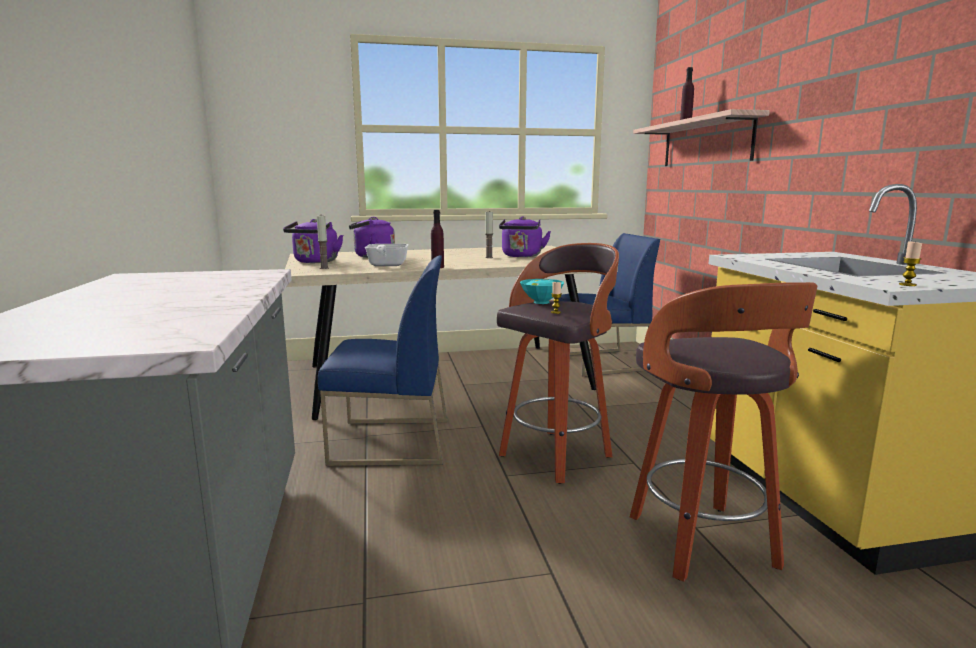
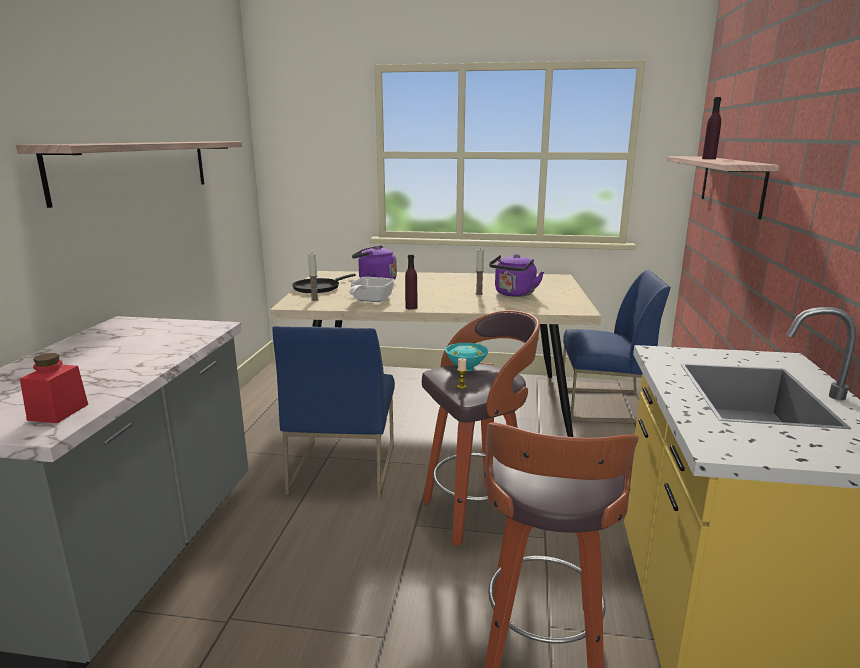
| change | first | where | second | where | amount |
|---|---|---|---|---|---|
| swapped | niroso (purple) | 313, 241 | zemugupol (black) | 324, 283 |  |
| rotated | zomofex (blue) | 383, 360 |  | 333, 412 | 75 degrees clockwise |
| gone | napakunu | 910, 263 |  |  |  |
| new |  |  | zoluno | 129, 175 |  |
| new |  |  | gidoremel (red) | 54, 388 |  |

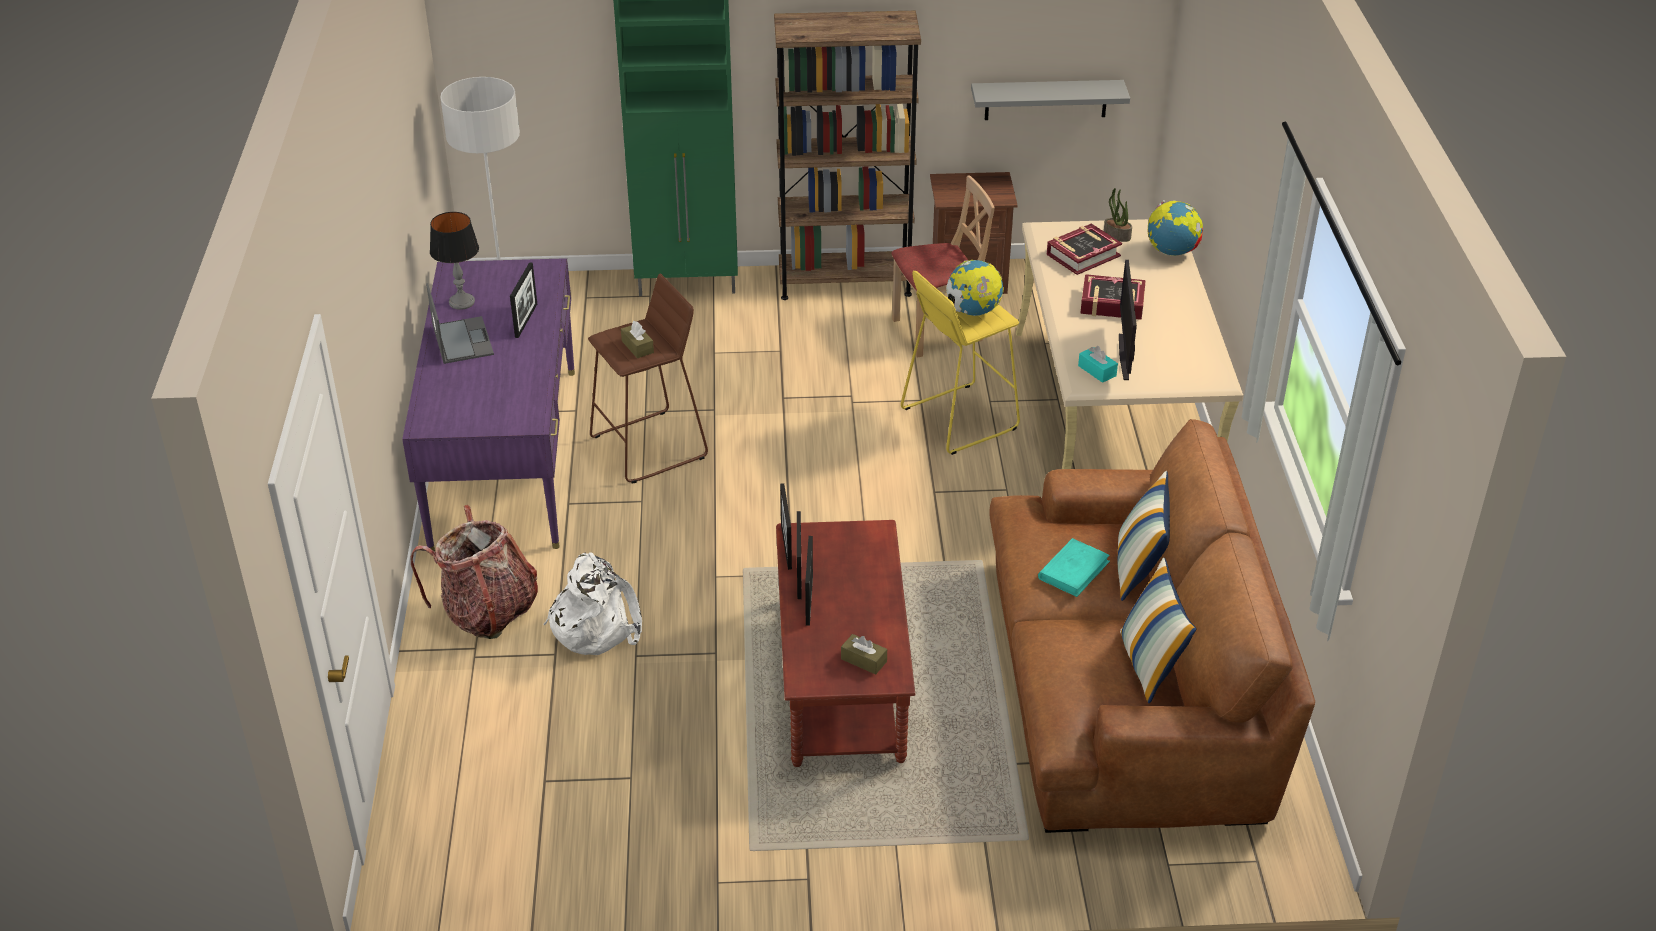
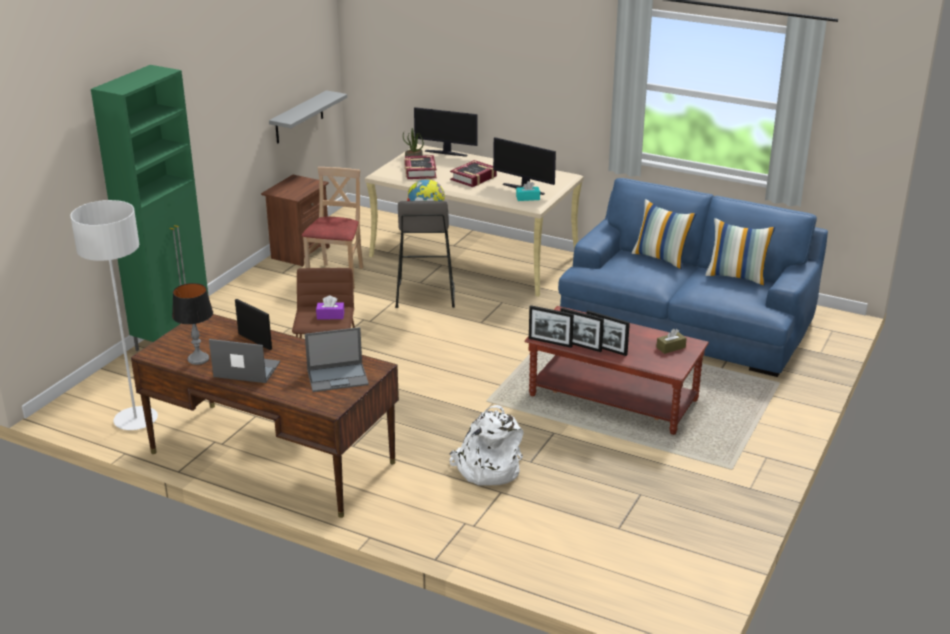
| change | first | where | second | where | amount |
|---|---|---|---|---|---|
| repainted | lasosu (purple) | 488, 404 | lasosu (brown) | 265, 416 |  |
| gone | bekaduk | 474, 572 |  |  |  |
| repainted | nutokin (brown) | 637, 339 | nutokin (purple) | 330, 307 |  |
| gone | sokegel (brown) | 847, 155 |  |  |  |
| repainted | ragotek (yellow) | 960, 362 | ragotek (grey) | 425, 254 |  |
| repainted | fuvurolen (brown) | 1152, 626 | fuvurolen (blue) | 693, 277 |  |
| gone | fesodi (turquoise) | 1074, 567 |  |  |  |
| swapped | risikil | 1175, 228 | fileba | 446, 132 |  |
| new |  |  | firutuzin | 337, 359 |  |

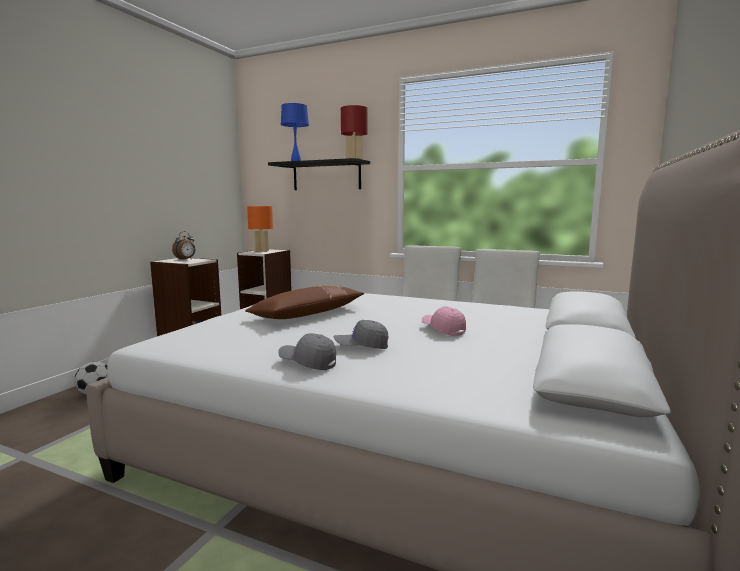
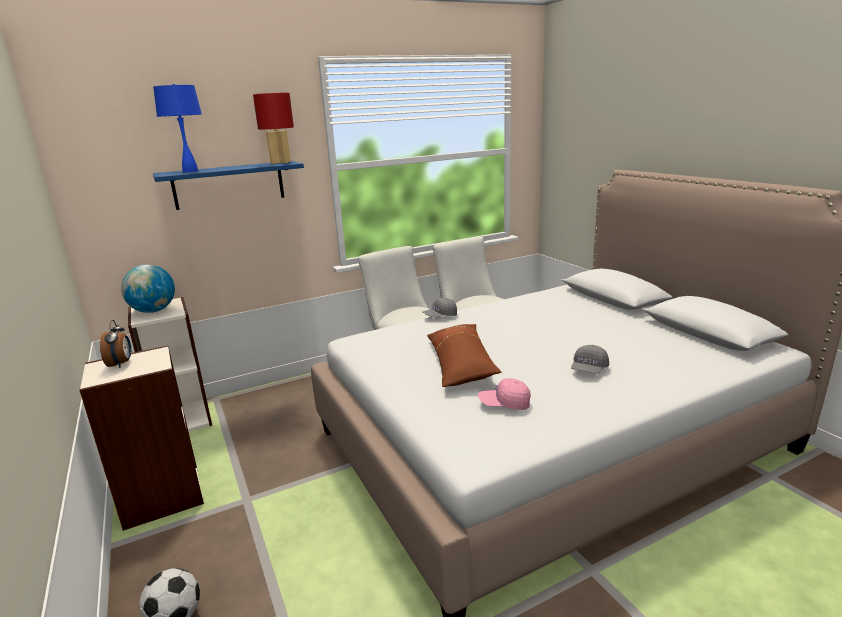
| change | first | where | second | where | amount |
|---|---|---|---|---|---|
| swapped | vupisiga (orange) | 260, 229 | risikil | 148, 289 |  |
| repainted | zoluno (black) | 319, 174 | zoluno (blue) | 228, 185 |  |
| shifted | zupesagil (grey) | 307, 351 |  | 439, 308 |  |
| shifted | zupesagil (pink) | 444, 321 |  | 504, 394 |  |

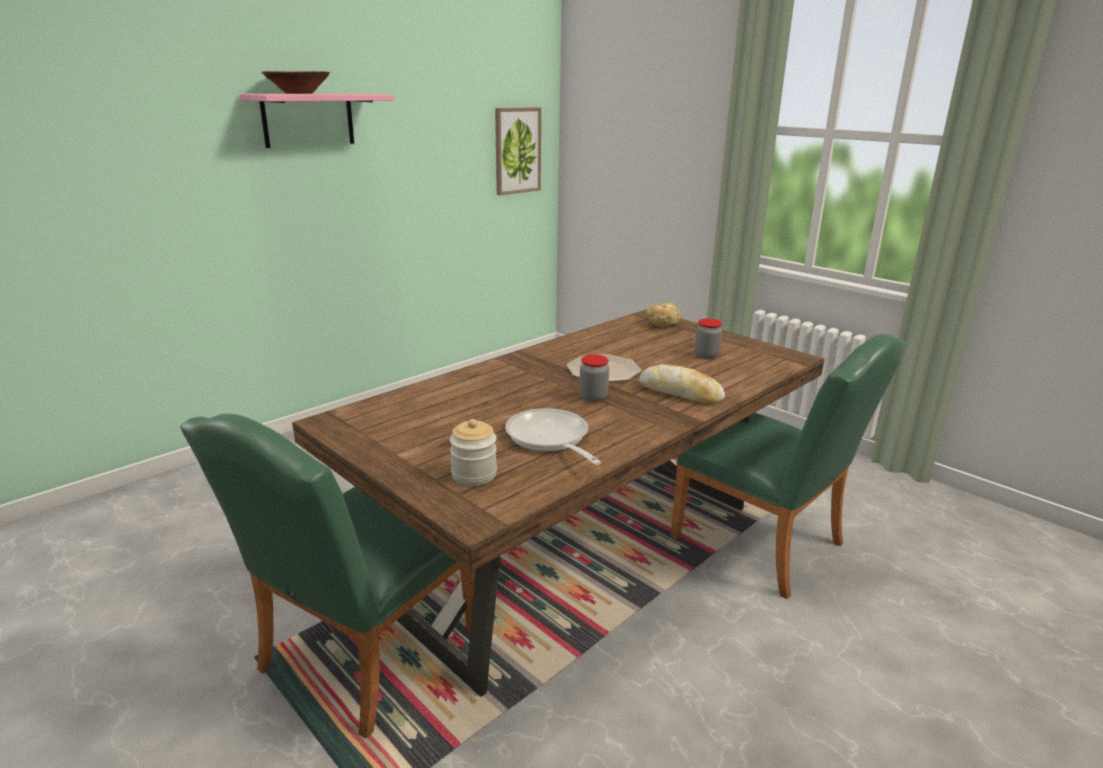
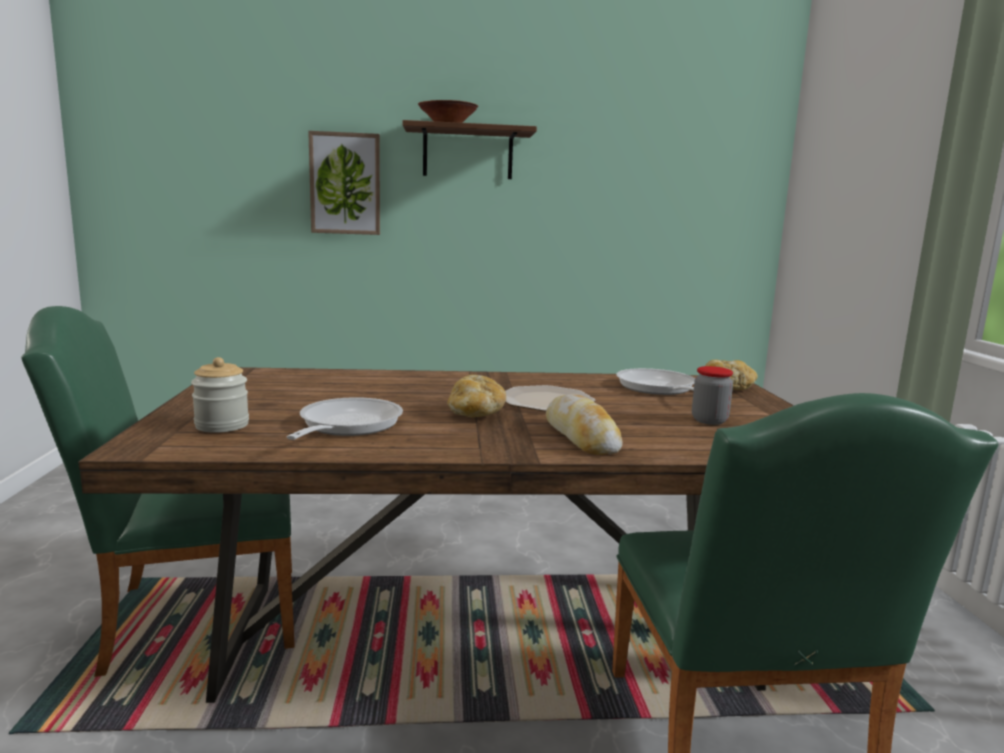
| change | first | where | second | where | amount |
|---|---|---|---|---|---|
| repainted | zoluno (pink) | 317, 121 | zoluno (brown) | 470, 149 |  |
| shifted | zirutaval | 518, 151 |  | 344, 183 |  |
| swapped | gidoremel | 594, 378 | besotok | 476, 396 |  |
| new |  |  | zemugupol | 655, 381 |  |

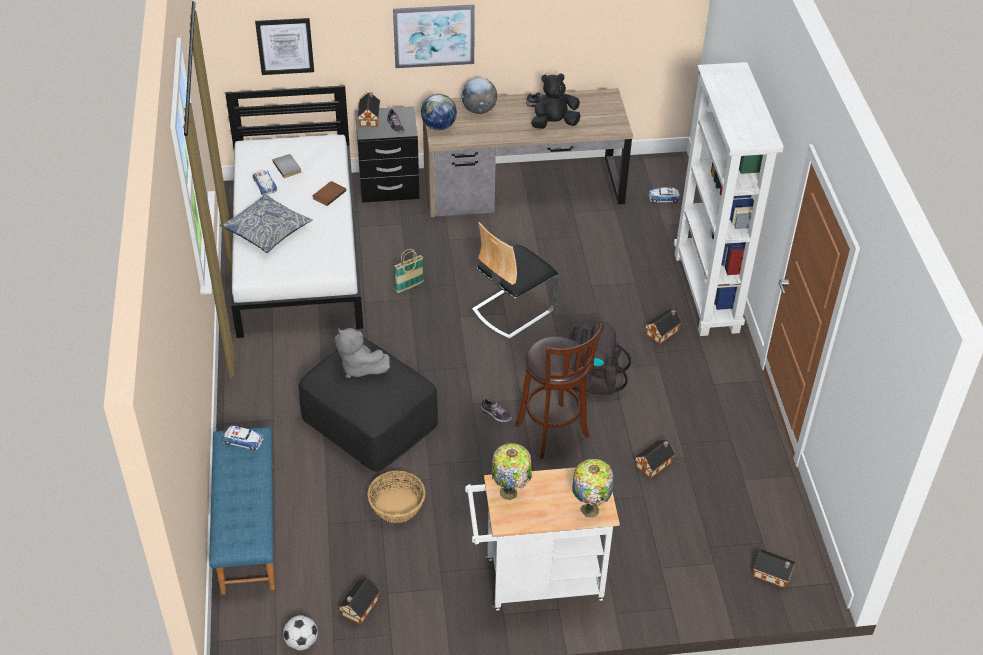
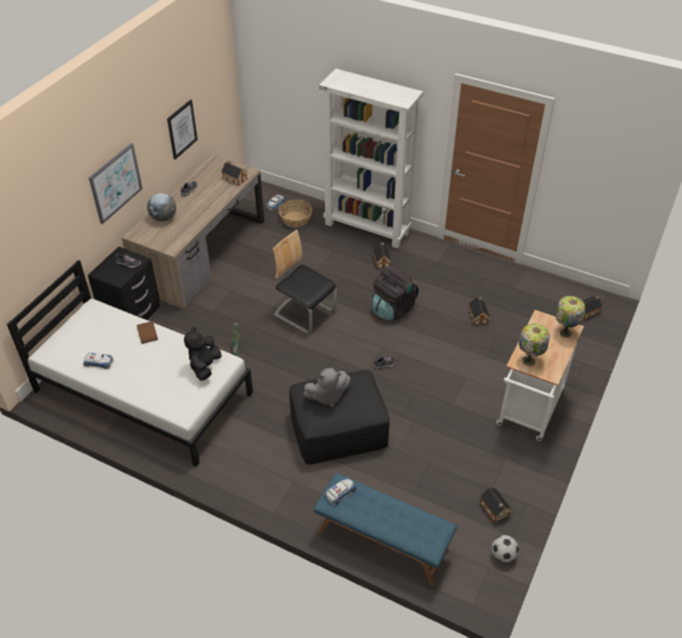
| change | first | where | second | where | amount |
|---|---|---|---|---|---|
| gone | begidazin | 266, 223 |  |  |  |
| shifted | zirutaval | 284, 46 |  | 182, 129 |  |
| gone | fesodi (grey) | 286, 166 |  |  |  |
| shifted | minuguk | 369, 109 |  | 234, 173 |  |
| shifted | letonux | 396, 497 |  | 295, 213 |  |
| gone | risikil | 439, 112 |  |  |  |
| rotated | zomofex | 515, 281 |  | 305, 282 | 135 degrees clockwise |
| gone | ragotek (brown) | 559, 391 |  |  |  |
| shifted | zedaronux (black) | 555, 101 |  | 203, 354 |  |

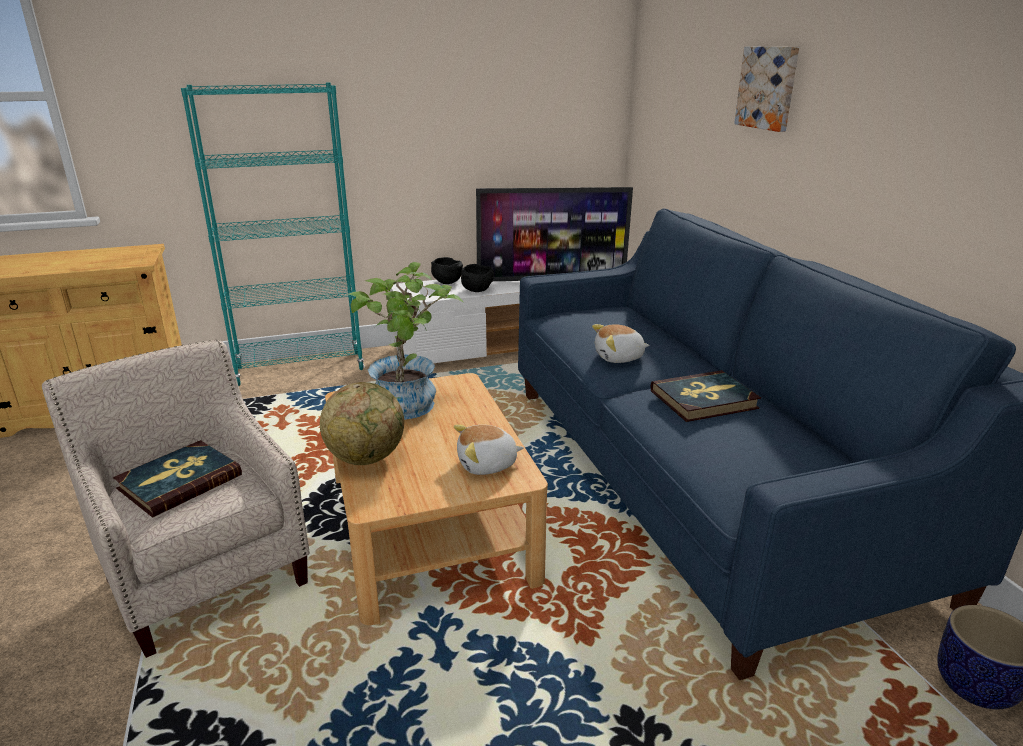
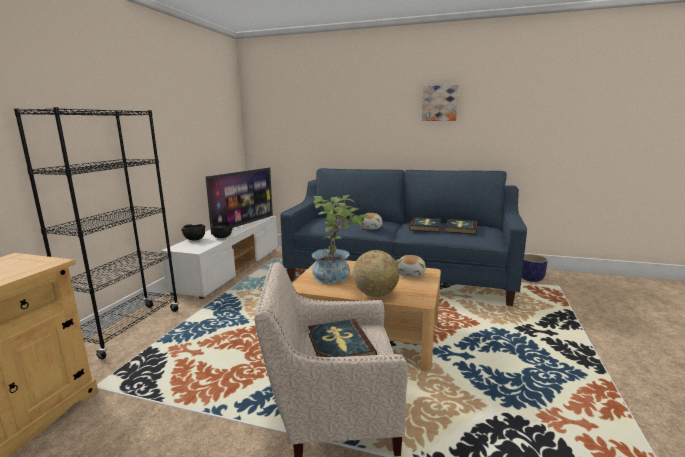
| change | first | where | second | where | amount |
|---|---|---|---|---|---|
| repainted | sokegel (turquoise) | 273, 234 | sokegel (black) | 96, 233 |  |
| shifted | zirutaval | 766, 89 |  | 440, 103 |  |
| new |  |  | fesodi | 461, 226 |  |

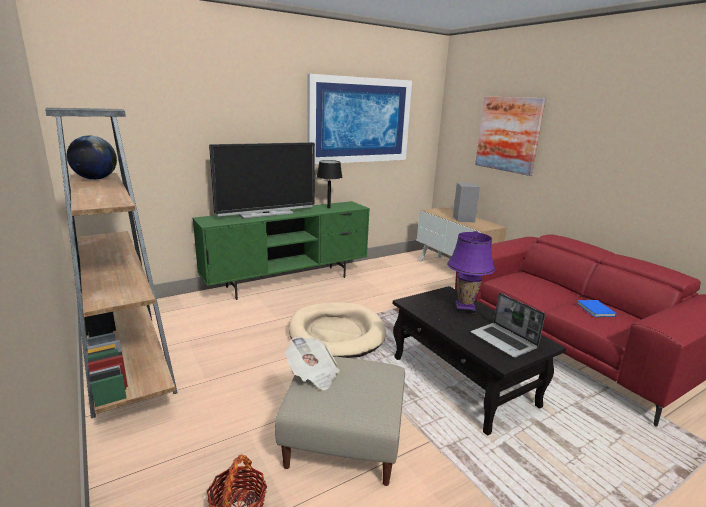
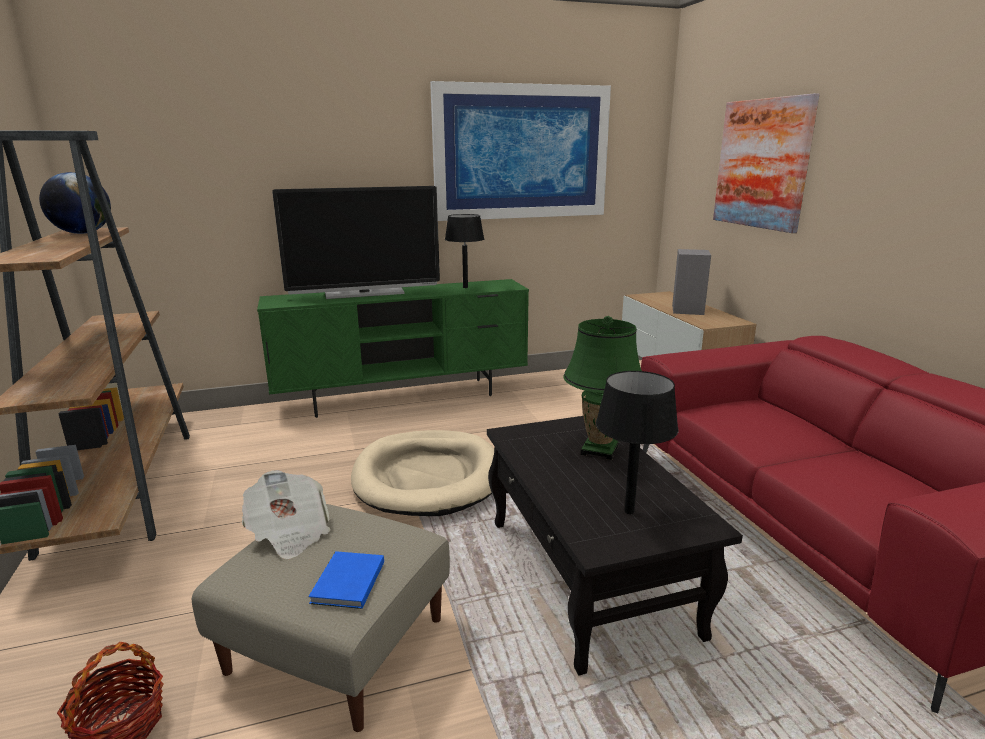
| change | first | where | second | where | amount |
|---|---|---|---|---|---|
| repainted | vupisiga (purple) | 471, 272 | vupisiga (green) | 602, 388 |  |
| swapped | firutuzin | 508, 325 | vupisiga (black) | 637, 442 |  |
| shifted | fesodi (blue) | 597, 308 |  | 346, 580 |  |

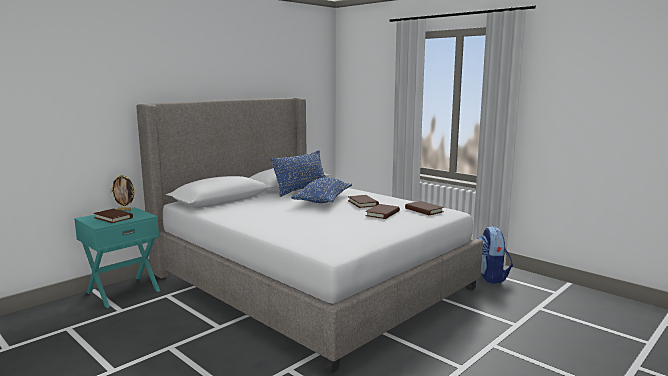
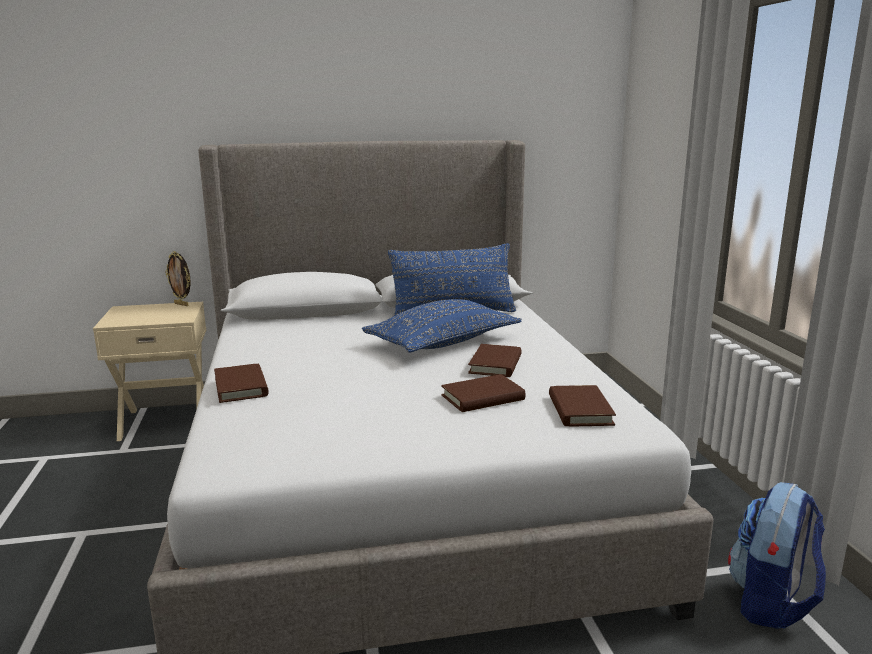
| change | first | where | second | where | amount |
|---|---|---|---|---|---|
| repainted | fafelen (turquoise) | 117, 257 | fafelen (beige) | 149, 371 |  |
| shifted | fesodi (brown) | 113, 216 |  | 241, 383 |  |

